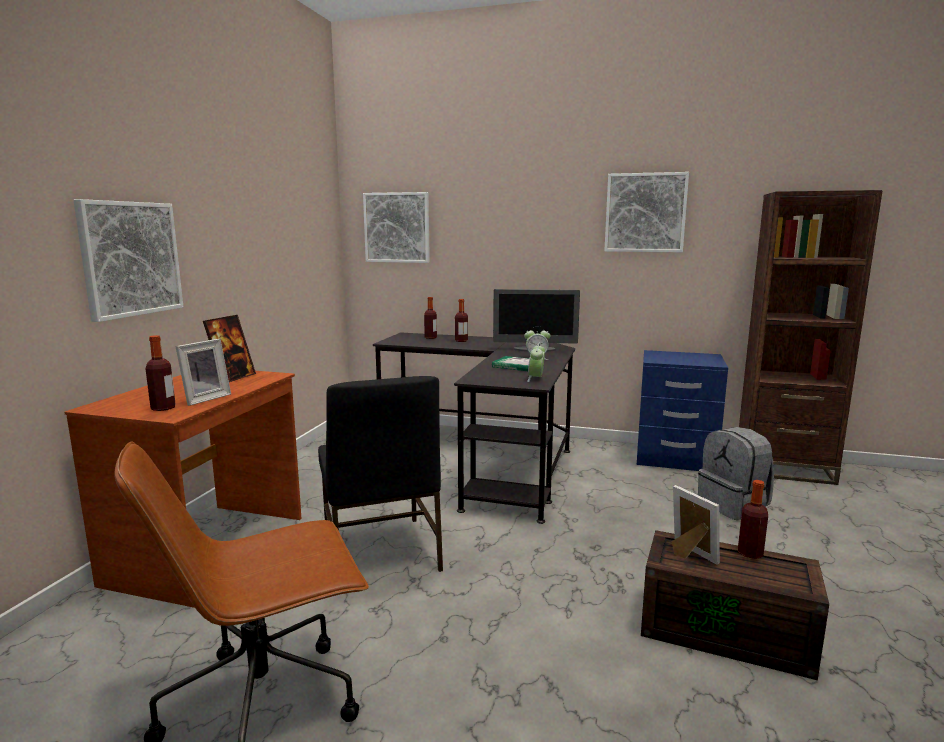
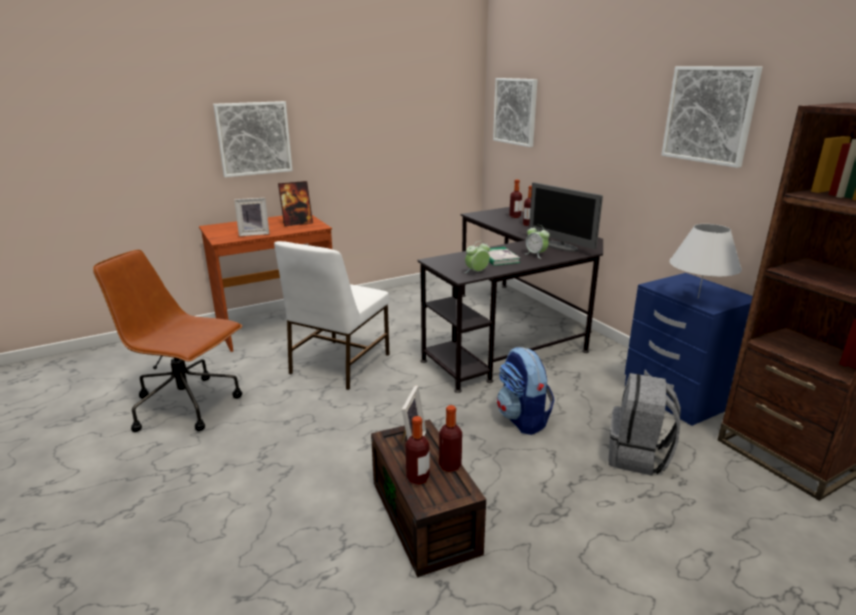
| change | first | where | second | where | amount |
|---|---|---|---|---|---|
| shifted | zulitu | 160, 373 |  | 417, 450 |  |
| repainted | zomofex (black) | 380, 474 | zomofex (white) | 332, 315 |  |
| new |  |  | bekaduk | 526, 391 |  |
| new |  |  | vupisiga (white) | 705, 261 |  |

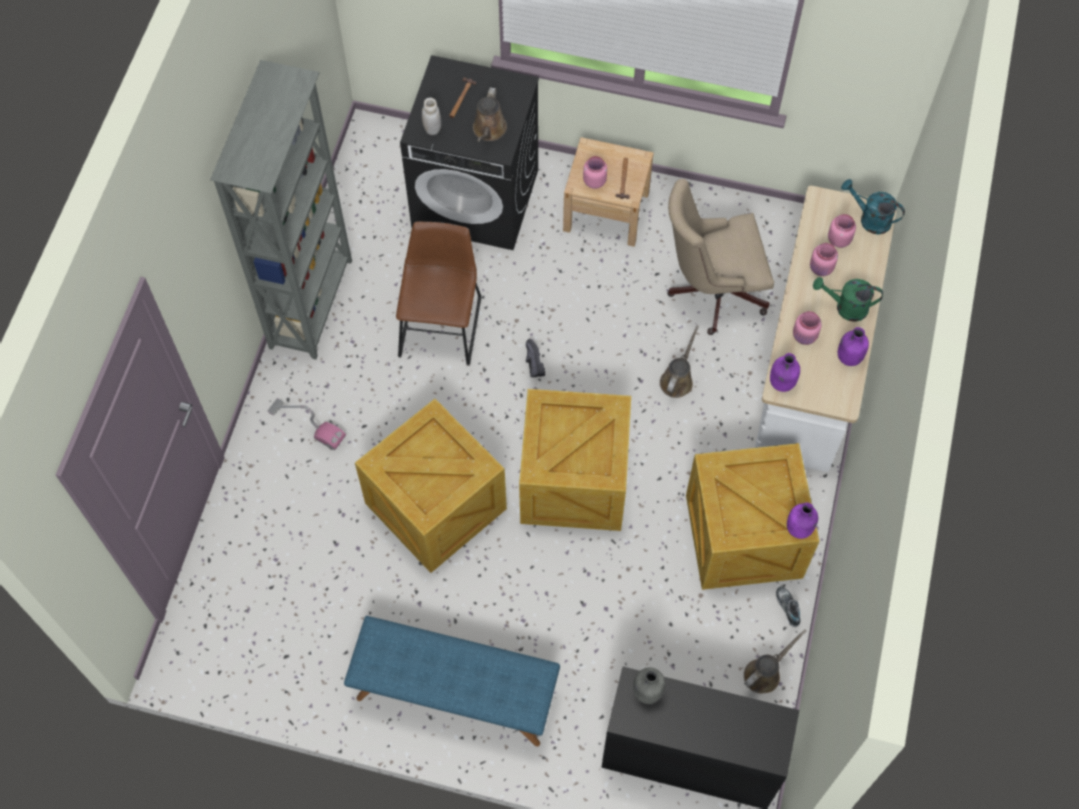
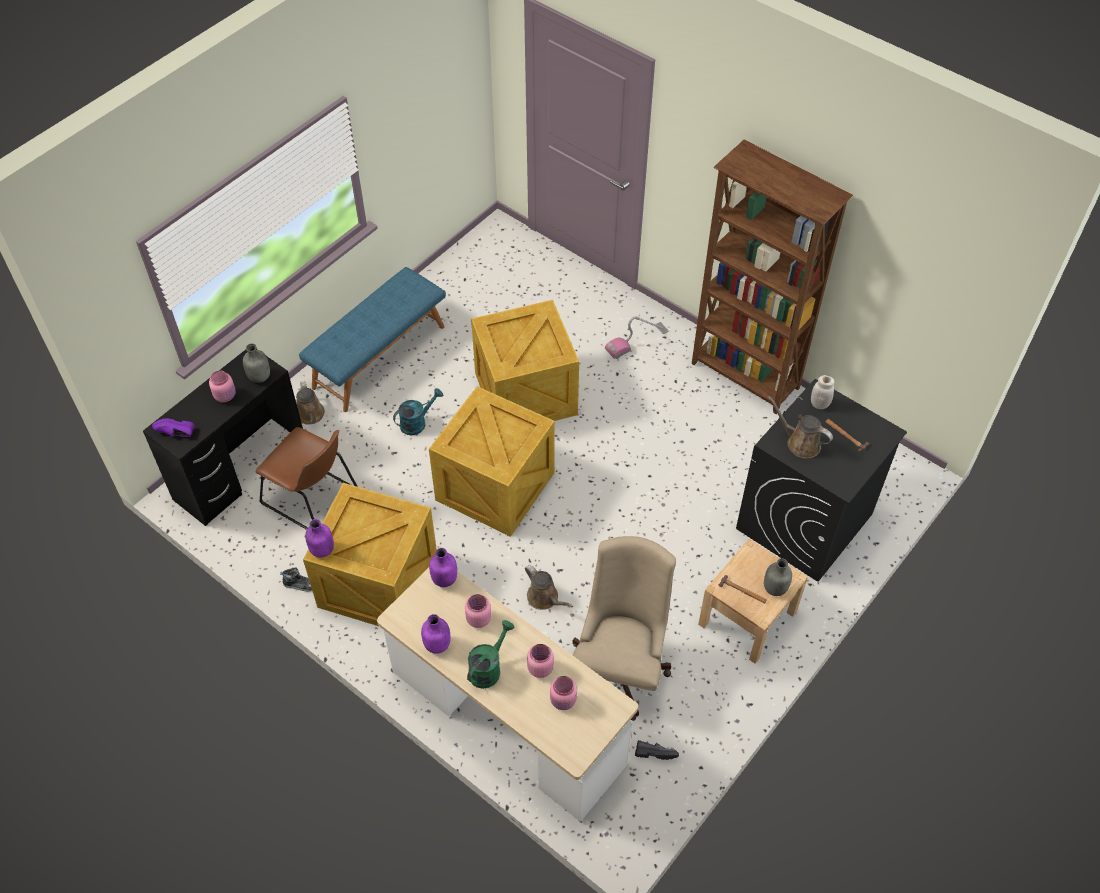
| change | first | where | second | where | amount |
|---|---|---|---|---|---|
| repainted | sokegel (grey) | 281, 210 | sokegel (brown) | 772, 277 |  |
| shifted | zomofex (brown) | 438, 293 |  | 306, 478 |  |
| shifted | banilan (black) | 535, 358 |  | 657, 750 |  |
| shifted | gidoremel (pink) | 595, 172 |  | 222, 386 |  |
| shifted | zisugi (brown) | 775, 661 |  | 310, 402 |  |
| shifted | zisugi (turquoise) | 873, 206 |  | 418, 412 |  |
| new |  |  | banilan (purple) | 173, 427 |  |
| new |  |  | zulitu (grey) | 778, 577 |  |

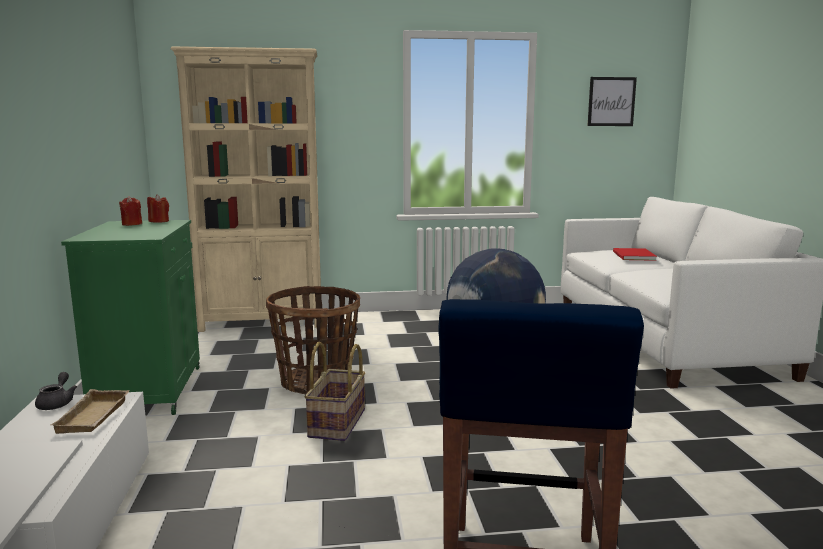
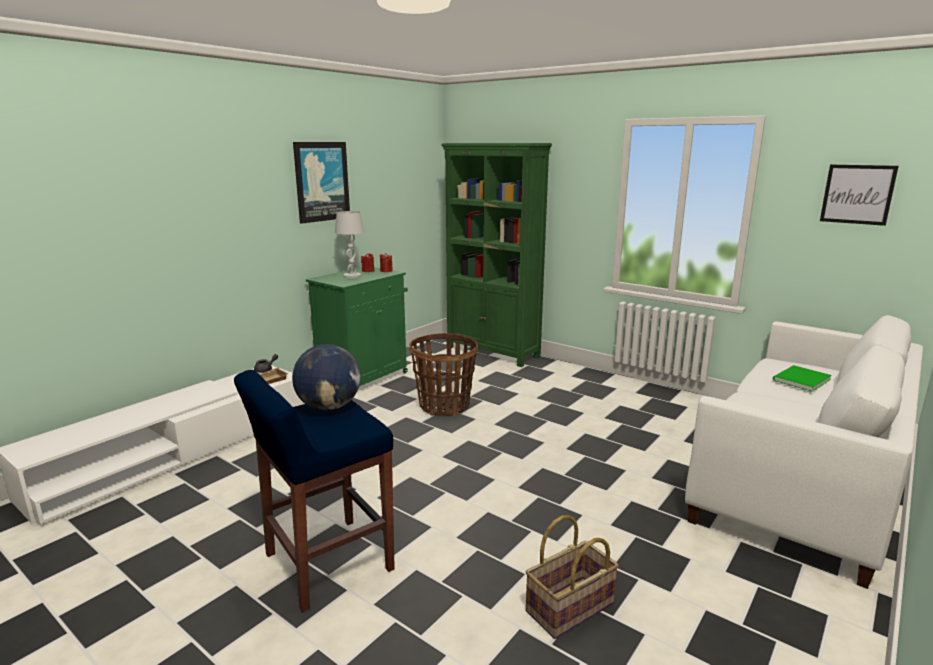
| change | first | where | second | where | amount |
|---|---|---|---|---|---|
| repainted | sokegel (beige) | 246, 189 | sokegel (green) | 496, 255 |  |
| shifted | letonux | 335, 391 |  | 572, 577 |  |
| repainted | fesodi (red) | 635, 254 | fesodi (green) | 802, 378 |  |
| new |  |  | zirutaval | 321, 183 |  |
| new |  |  | vupisiga (white) | 349, 244 |  |

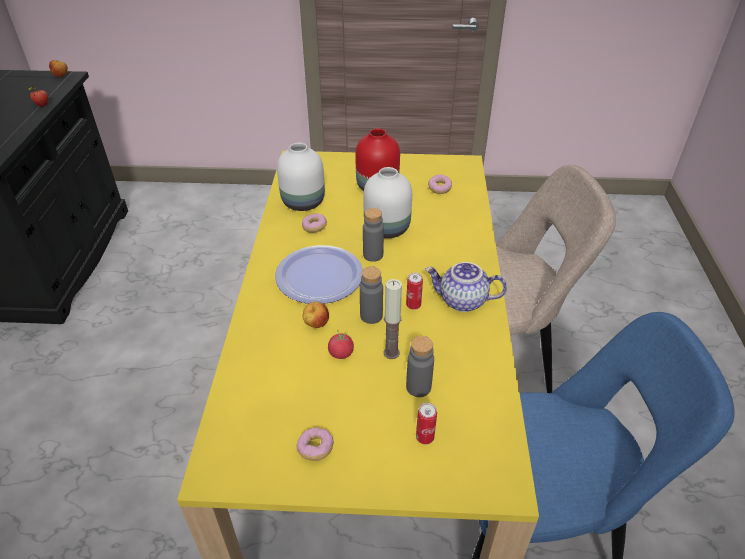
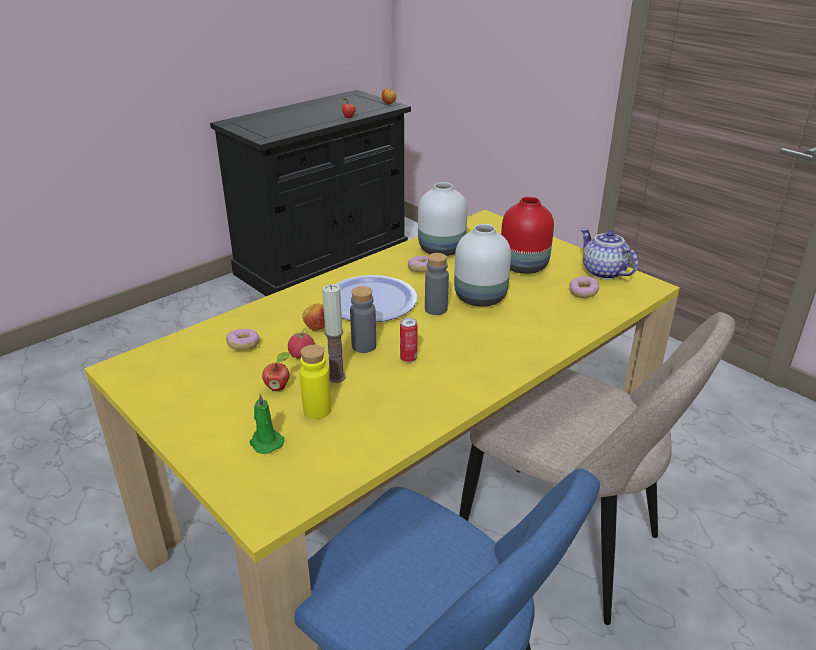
| change | first | where | second | where | amount |
|---|---|---|---|---|---|
| shifted | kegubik | 315, 444 |  | 243, 339 |  |
| repainted | zulitu (grey) | 420, 366 | zulitu (yellow) | 315, 382 |  |
| swapped | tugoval | 426, 424 | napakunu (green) | 266, 423 |  |
| shifted | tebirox | 466, 287 |  | 609, 253 |  |
| new |  |  | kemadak | 276, 371 |  |

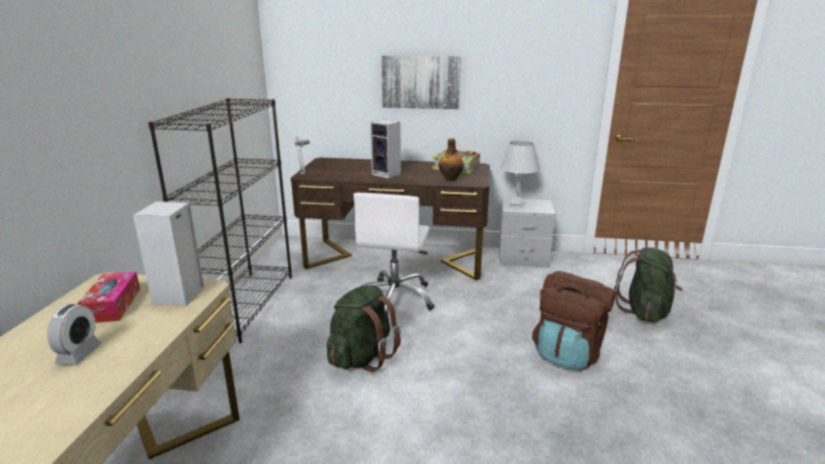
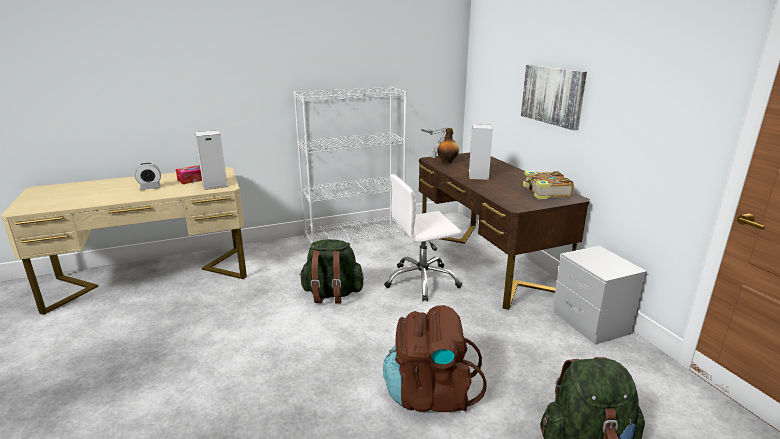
| change | first | where | second | where | amount |
|---|---|---|---|---|---|
| repainted | sokegel (black) | 220, 220 | sokegel (white) | 350, 165 |  |
| shifted | zulitu | 451, 160 |  | 448, 146 |  |
| gone | vupisiga (white) | 520, 174 |  |  |  |

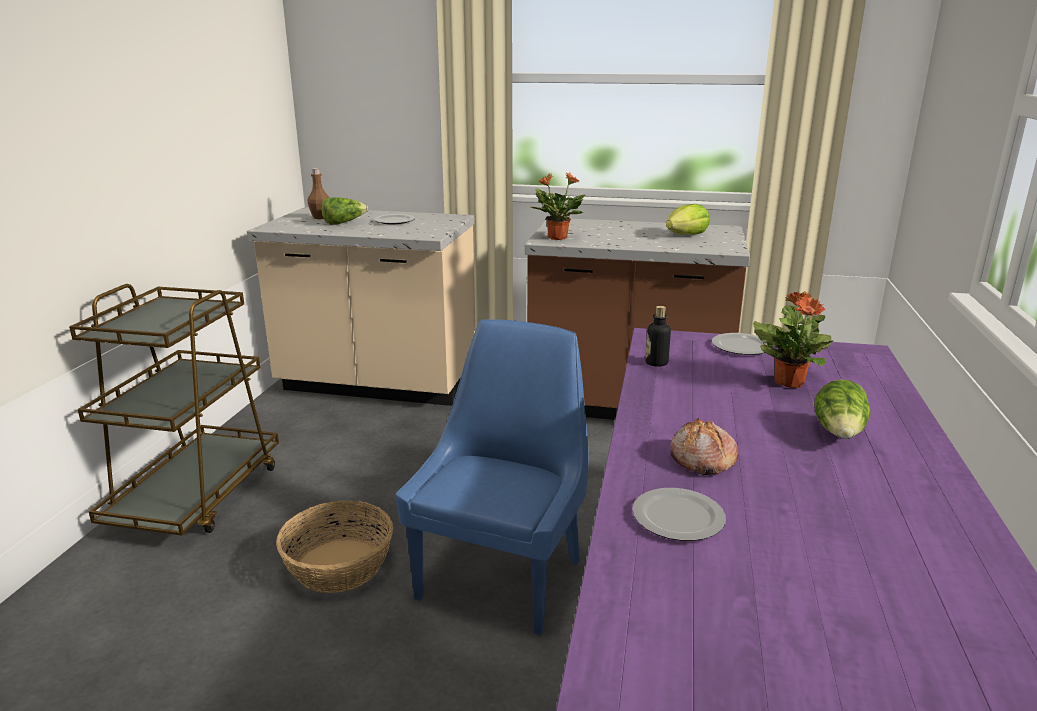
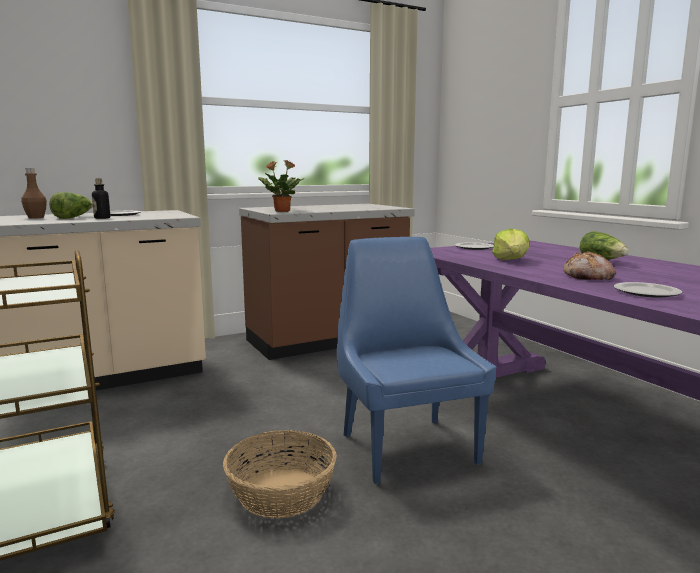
| change | first | where | second | where | amount |
|---|---|---|---|---|---|
| shifted | zulitu | 658, 336 |  | 101, 198 |  |
| shifted | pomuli | 688, 219 |  | 511, 244 |  |
| gone | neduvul | 793, 339 |  |  |  |

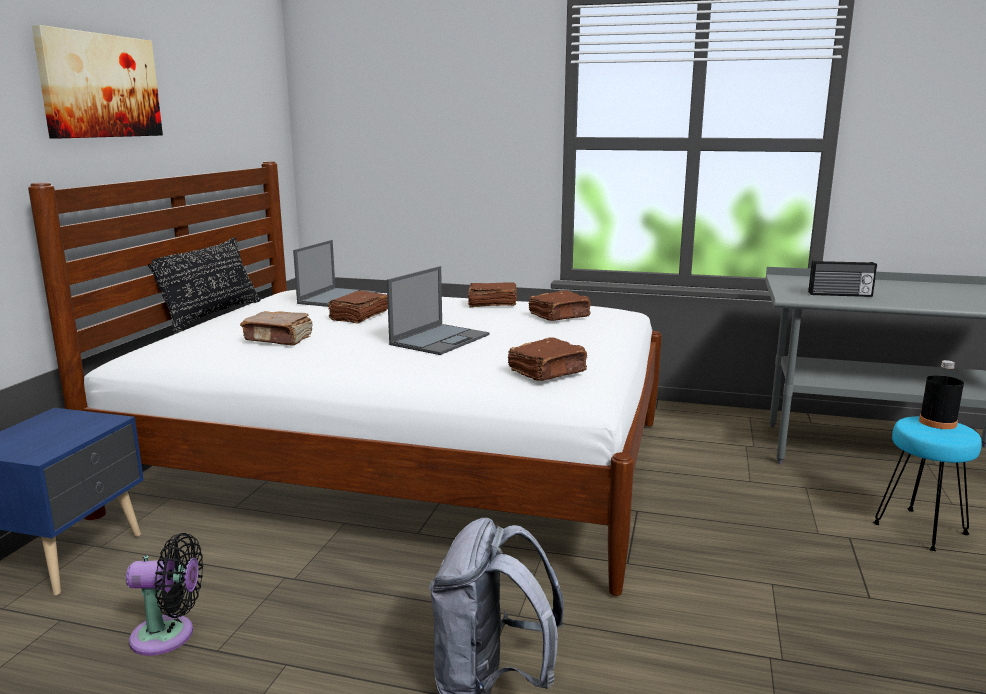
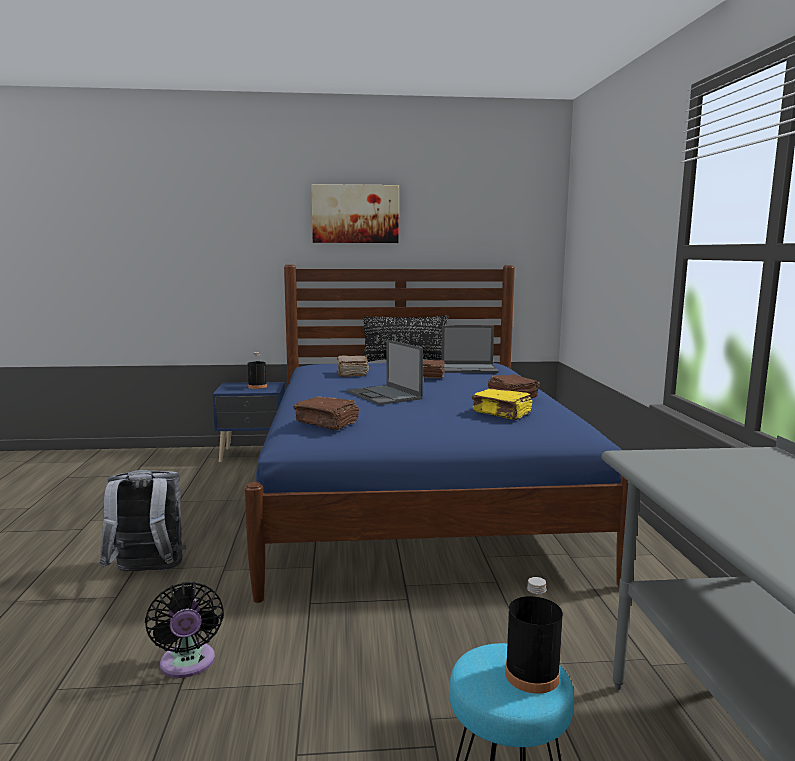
| change | first | where | second | where | amount |
|---|---|---|---|---|---|
| repainted | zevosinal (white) | 345, 378 | zevosinal (blue) | 436, 434 |  |
| shifted | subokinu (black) | 164, 594 |  | 184, 630 |  |
| rotated | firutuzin | 438, 310 |  | 385, 372 | 45 degrees clockwise |
| repainted | fesodi (brown) | 560, 305 | fesodi (yellow) | 501, 404 |  |
| gone | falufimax | 842, 279 |  |  |  |
| new |  |  | zulitu (black) | 257, 370 |  |

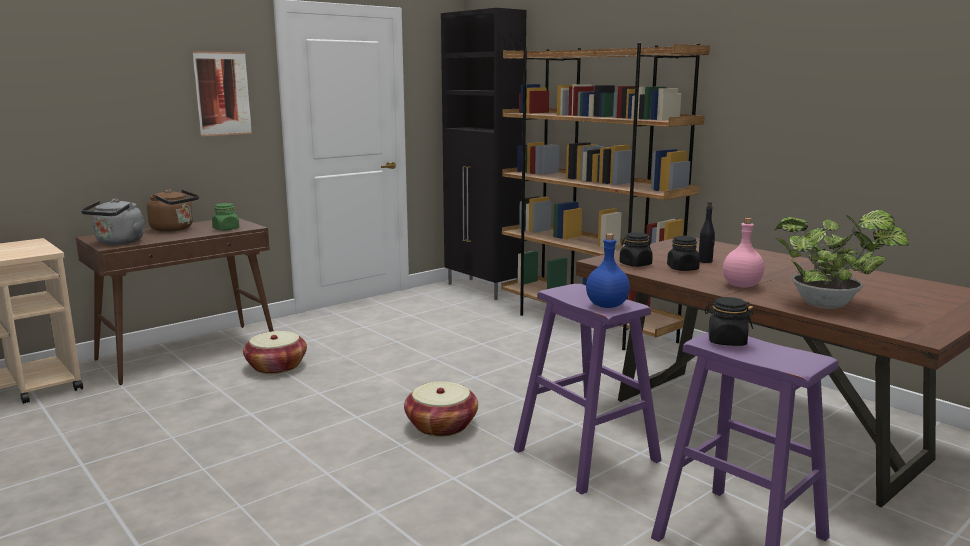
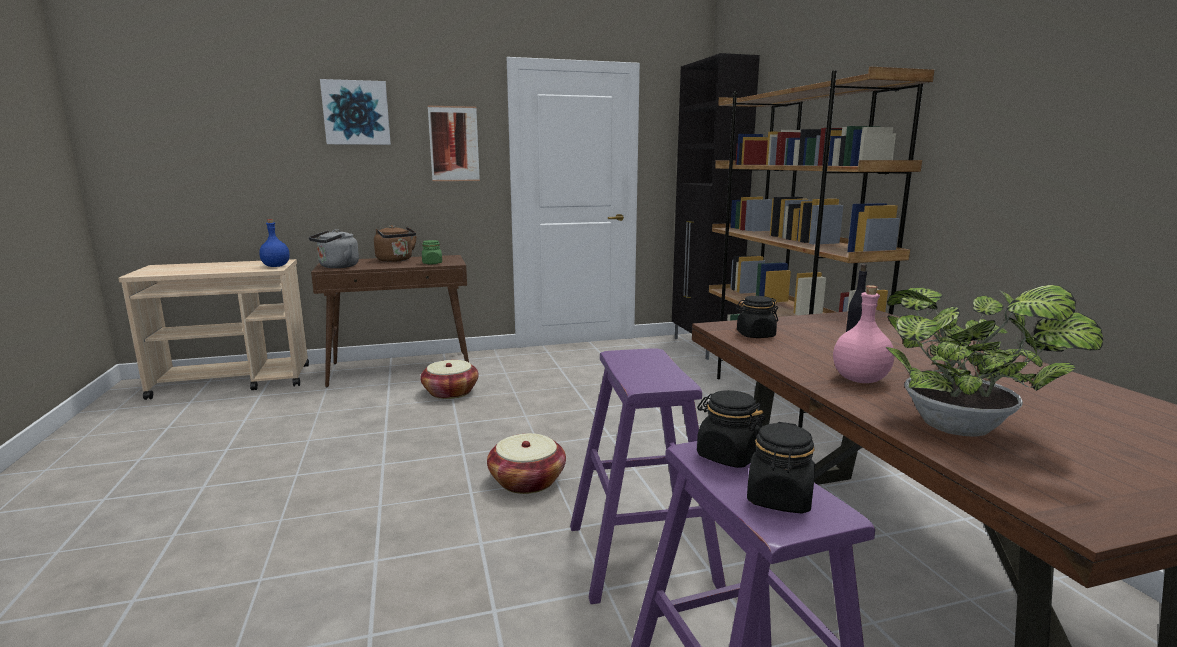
| change | first | where | second | where | amount |
|---|---|---|---|---|---|
| shifted | zulitu (blue) | 608, 270 |  | 274, 243 |  |
| shifted | gidoremel (black) | 683, 253 |  | 781, 467 |  |
| new |  |  | zirutaval | 355, 112 |  |

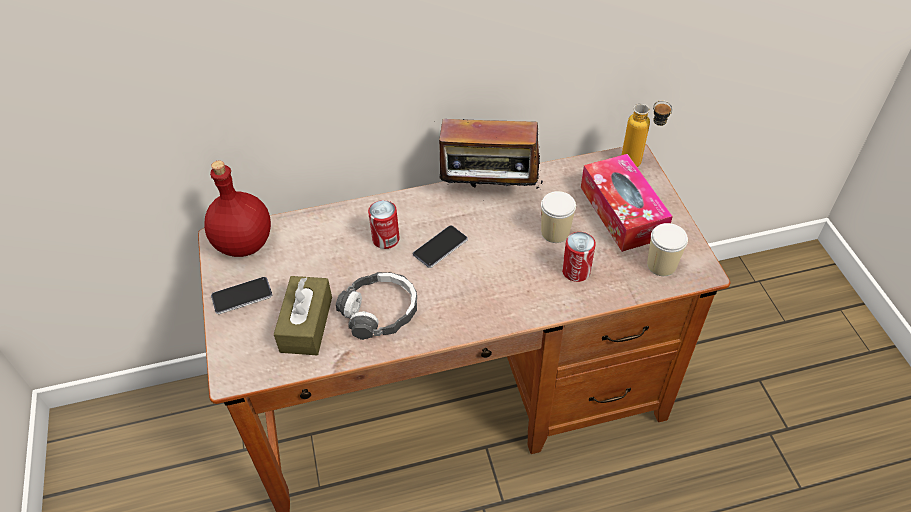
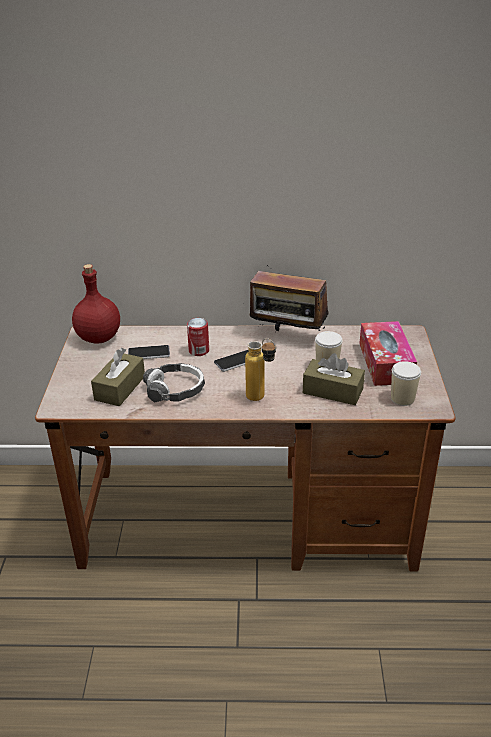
| change | first | where | second | where | amount |
|---|---|---|---|---|---|
| shifted | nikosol | 241, 295 |  | 149, 352 |  |
| swapped | tugoval | 579, 257 | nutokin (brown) | 334, 379 |  |
| shifted | zulitu | 647, 133 |  | 260, 369 |  |

